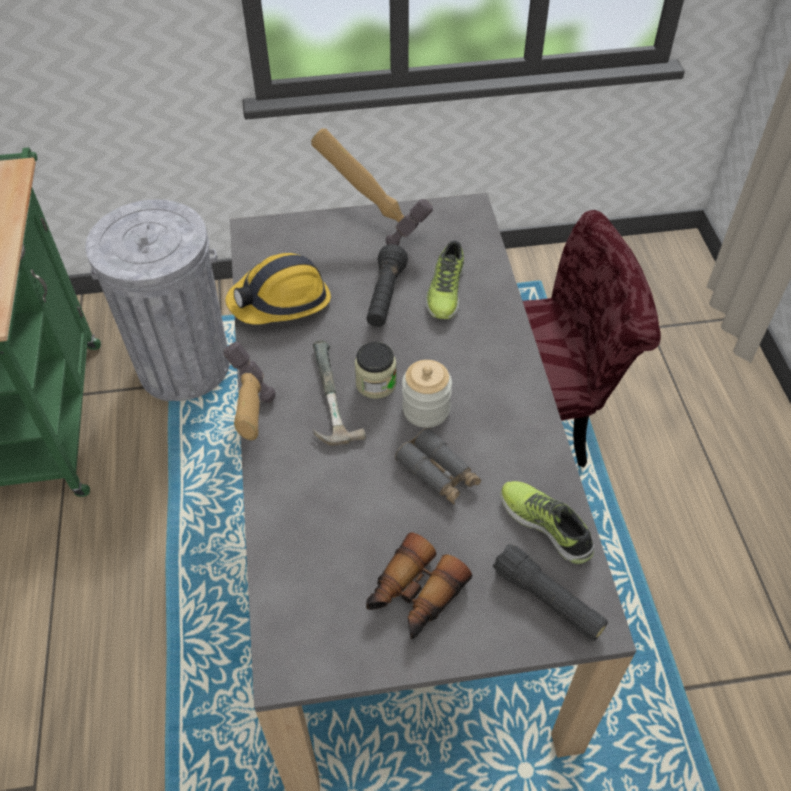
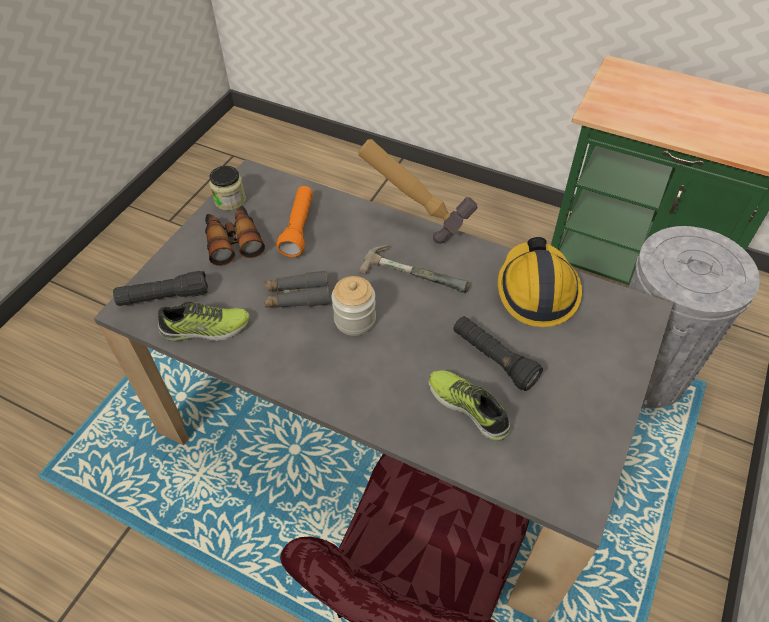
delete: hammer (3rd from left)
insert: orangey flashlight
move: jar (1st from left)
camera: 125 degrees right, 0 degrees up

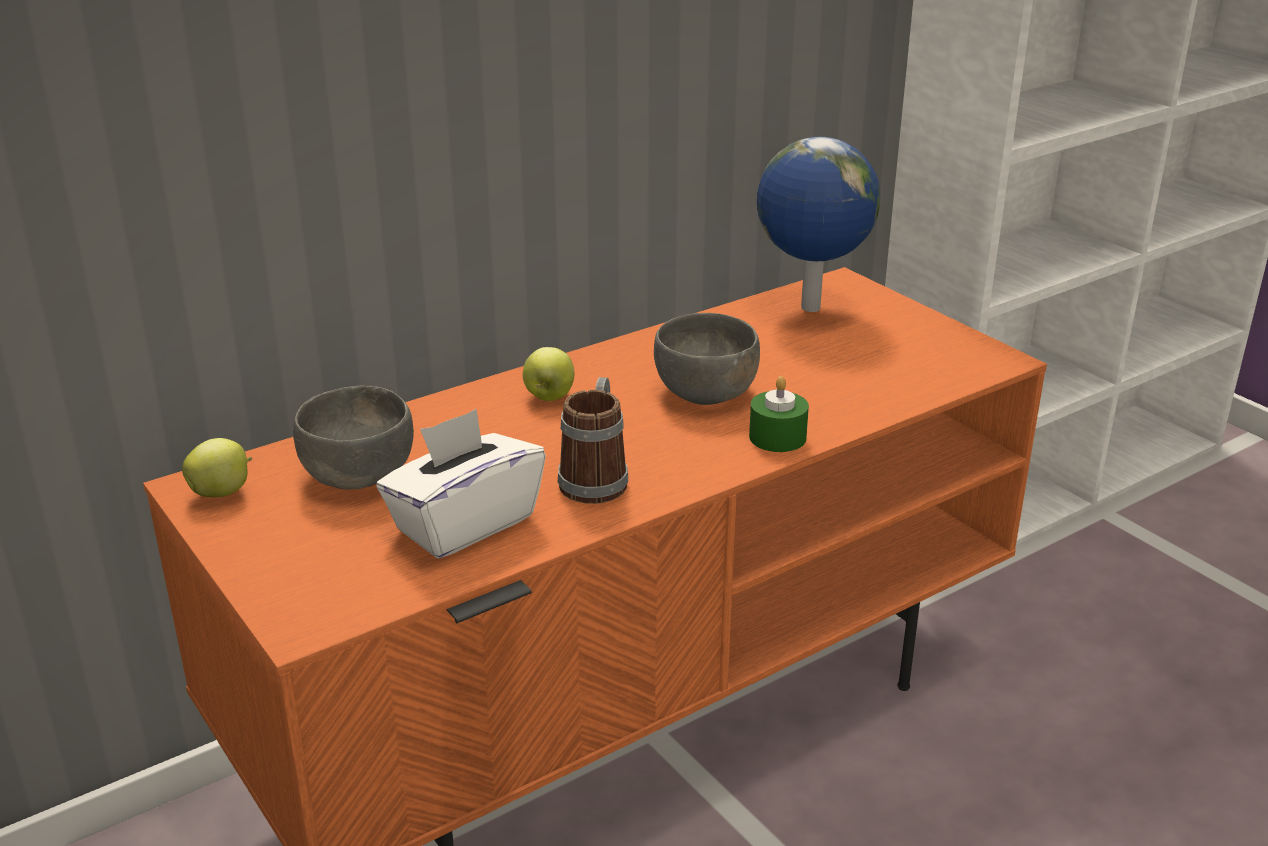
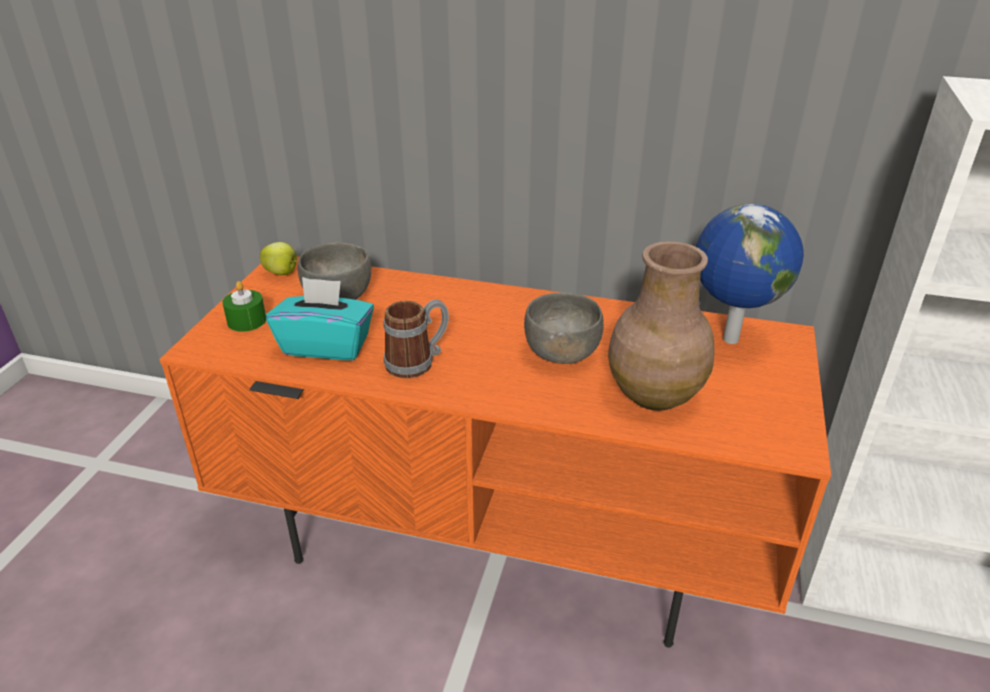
delete: apple (2nd from left)
insert: brown decorative vase
move: green wax candle
recolor: whitish tissue holder to blue-green tissue holder
camera: 50 degrees right, 5 degrees up

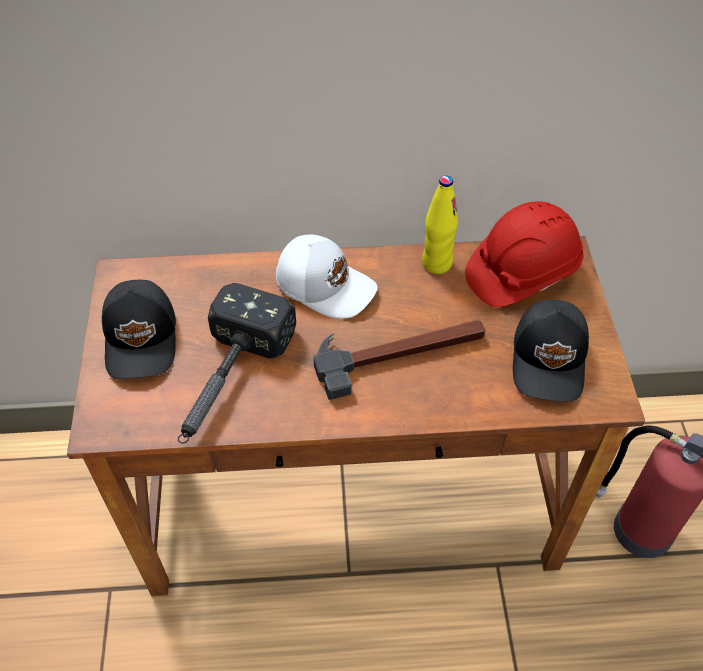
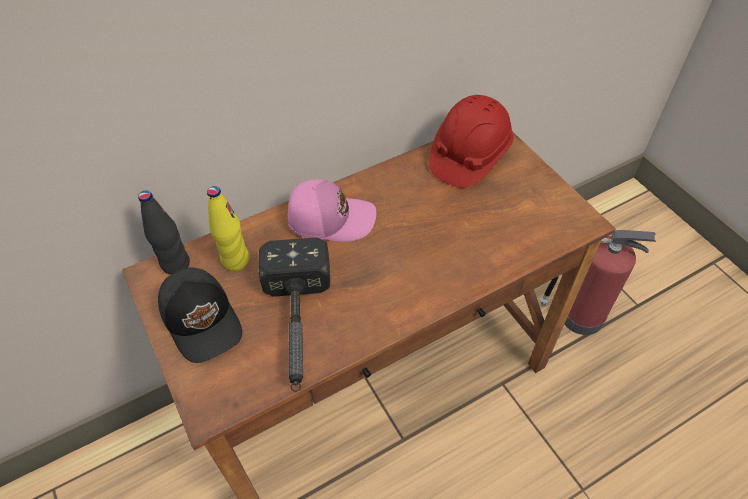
delete: hammer (2nd from left); black cap (2nd from left)
insert: black drink bottle
move: yellow drink bottle
recolor: whitish cap to pink cap
camera: 25 degrees left, 0 degrees up

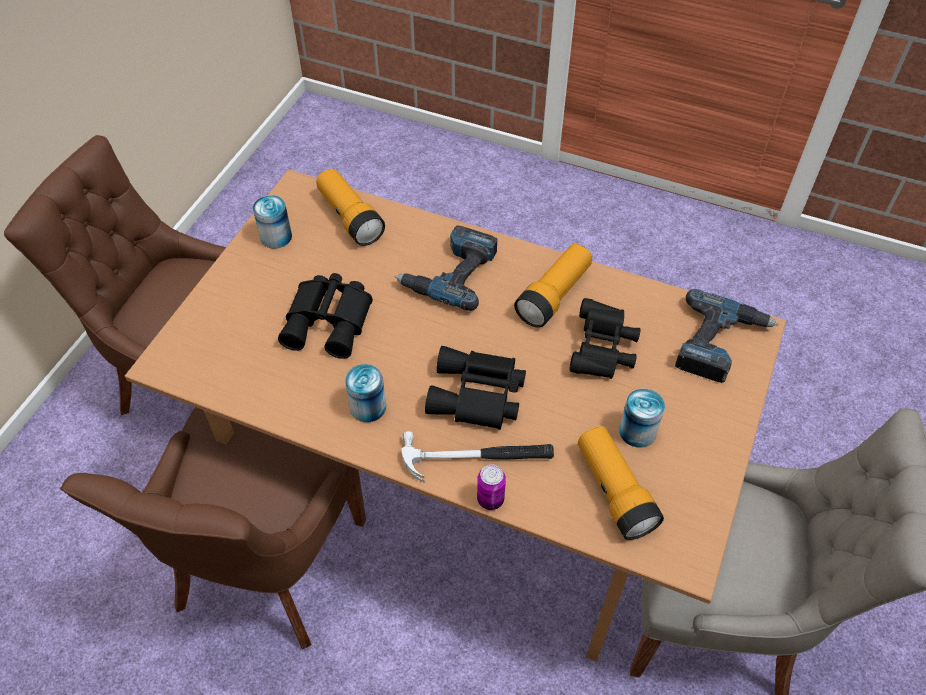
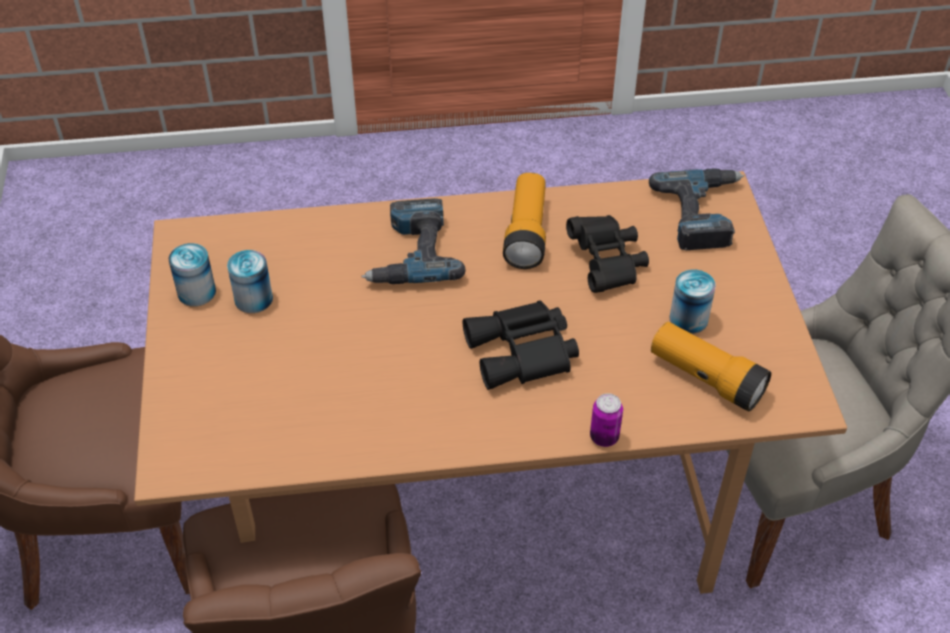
delete: black pair of binoculars (1st from left); flashlight (1st from left); hammer
move: sealed can (2nd from left)
camera: 30 degrees left, 5 degrees down

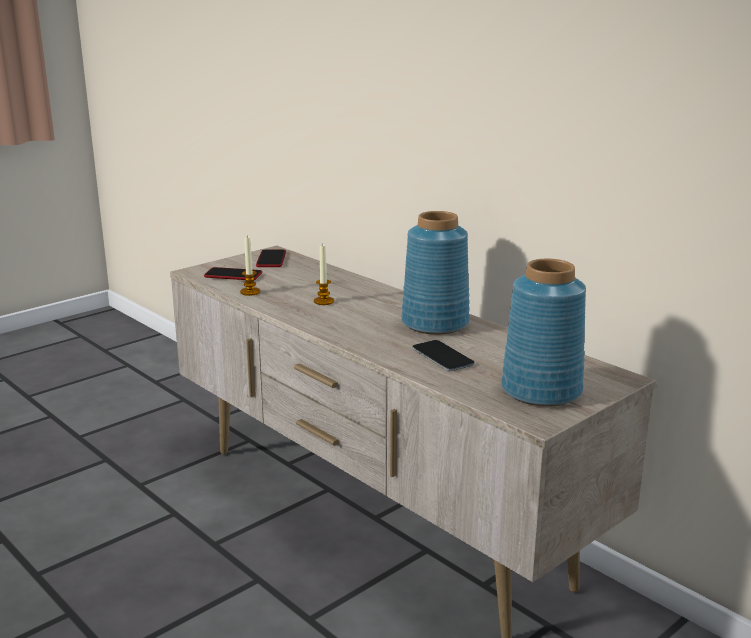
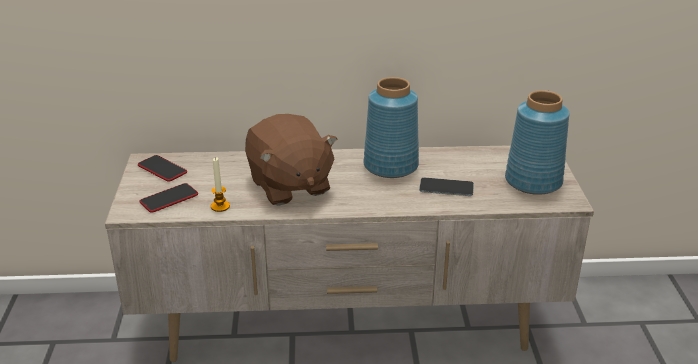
replace: wax candle (2nd from left) to brown plush toy
camera: 50 degrees left, 10 degrees up

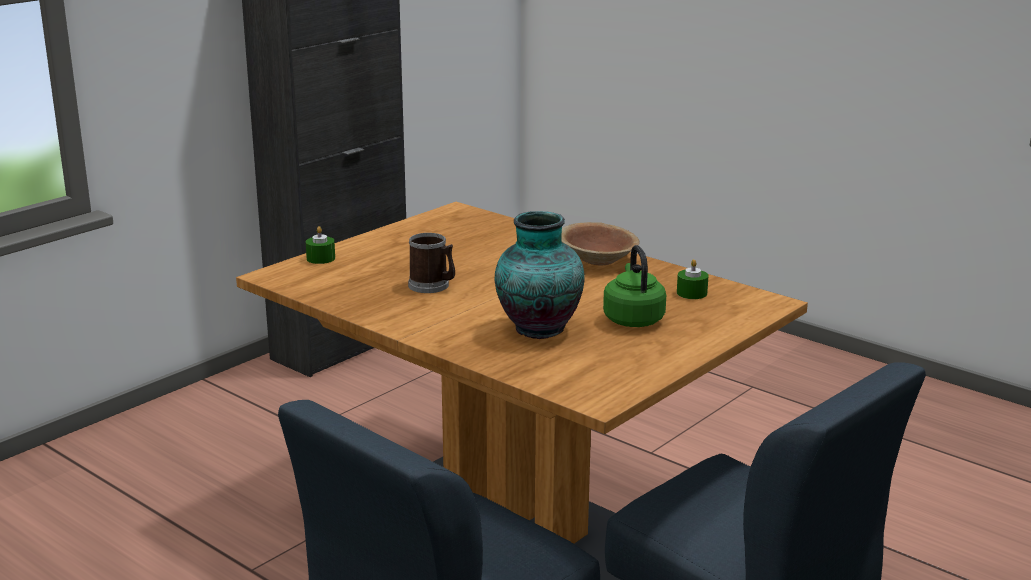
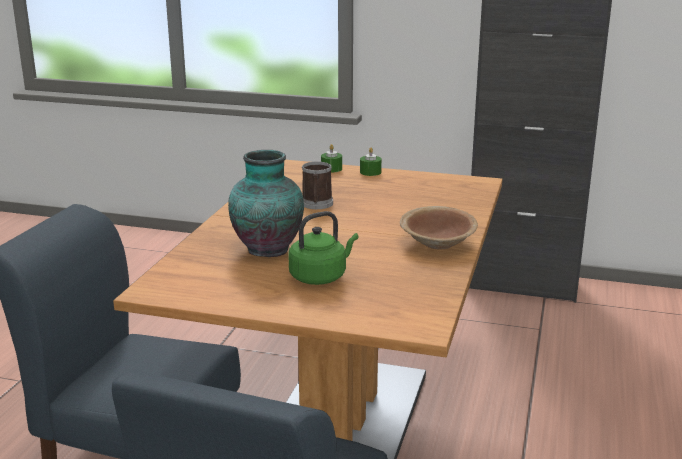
move: green wax candle (2nd from left)
camera: 65 degrees right, 0 degrees up

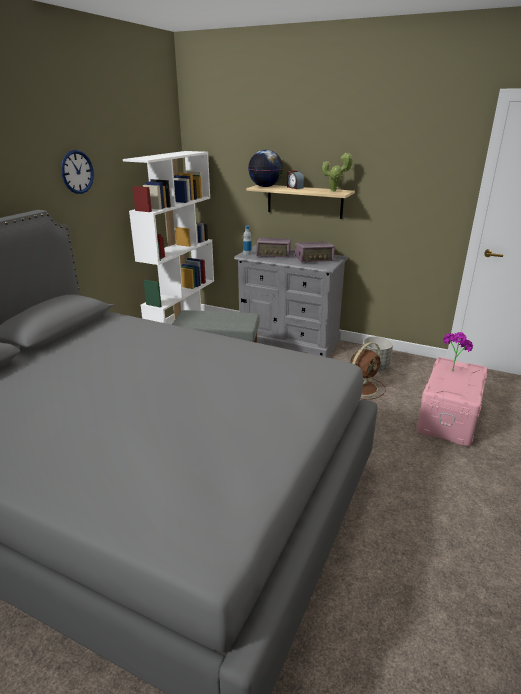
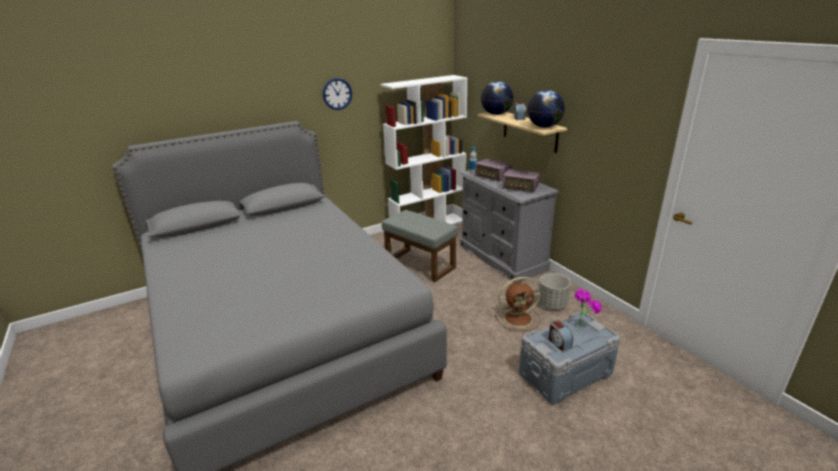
insert: alarm clock (2nd from left)
replace: potted plant (1st from left) to globe (2nd from left)
recolor: pink storage bin to greyish storage bin
camera: 35 degrees right, 0 degrees up

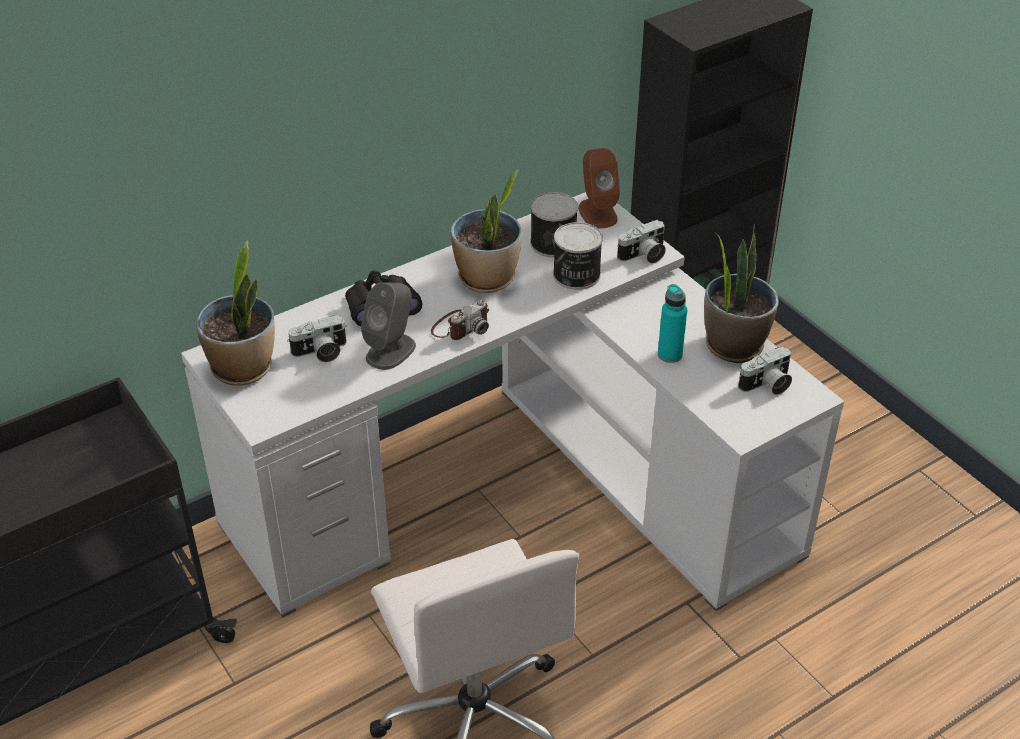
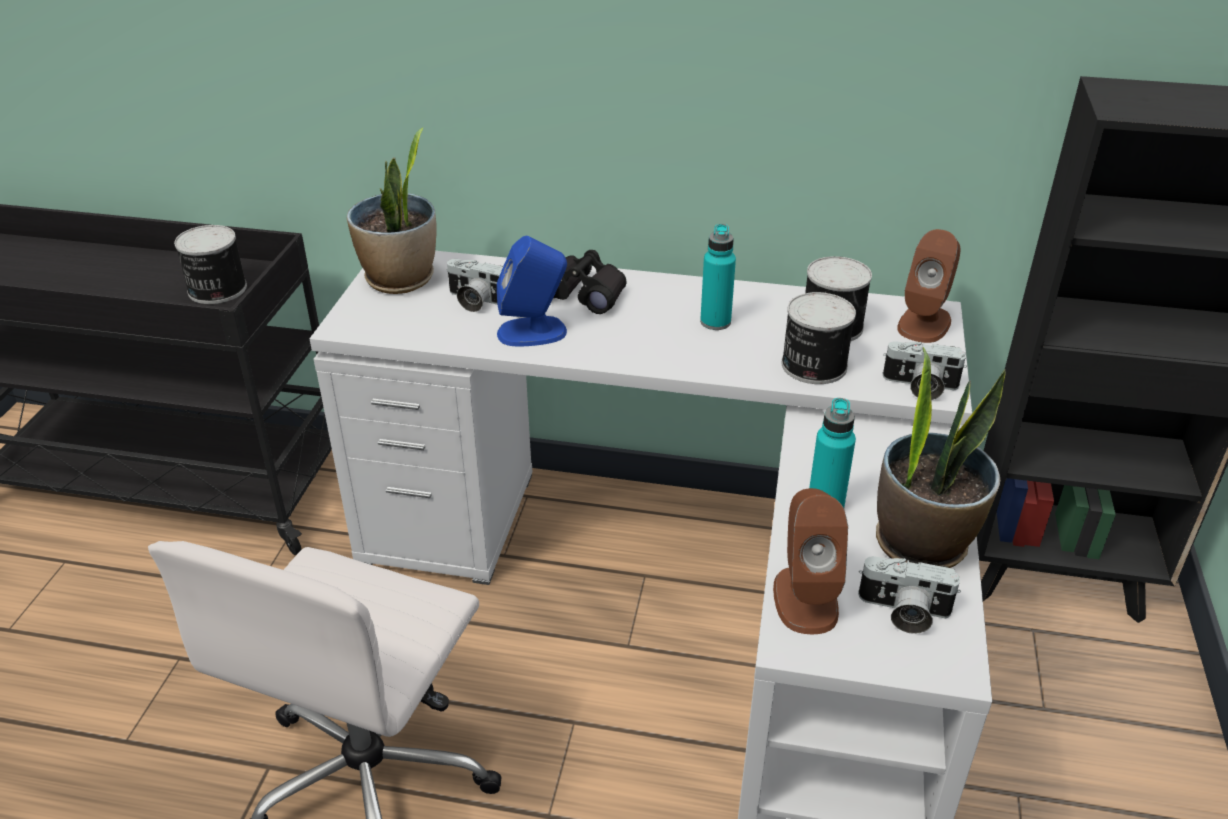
delete: still camera (2nd from left)
insert: sealed can (1st from left); brown loudspeaker (1st from left)
replace: potted plant (2nd from left) to blue-green drink bottle (1st from left)
recolor: greyish loudspeaker to blue-coloured loudspeaker
camera: 45 degrees right, 5 degrees down

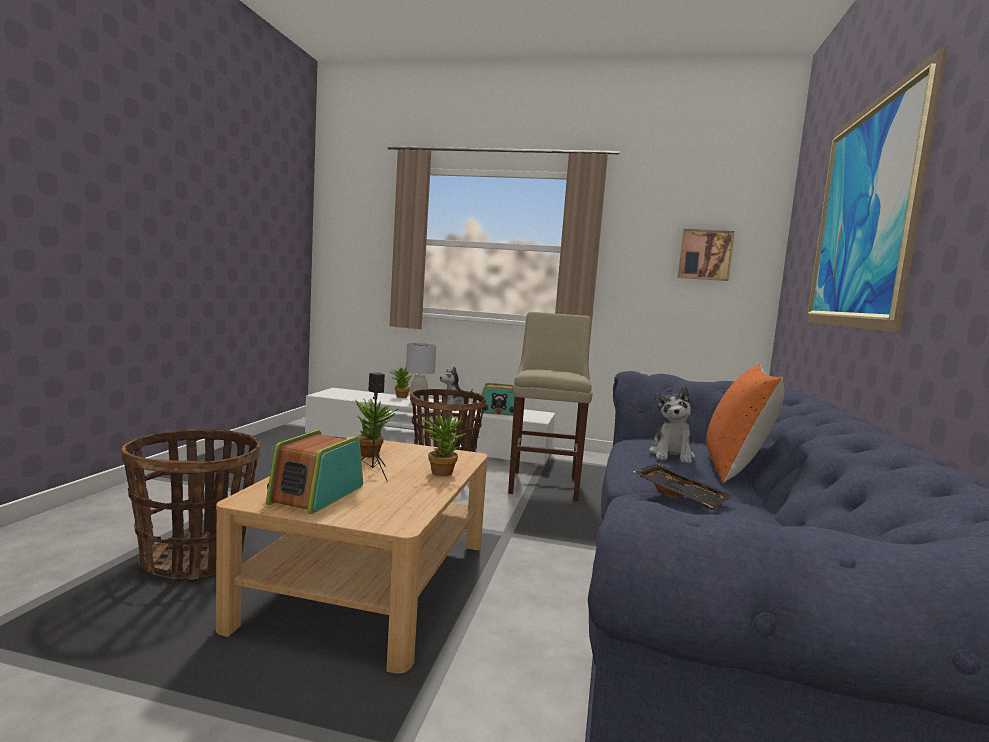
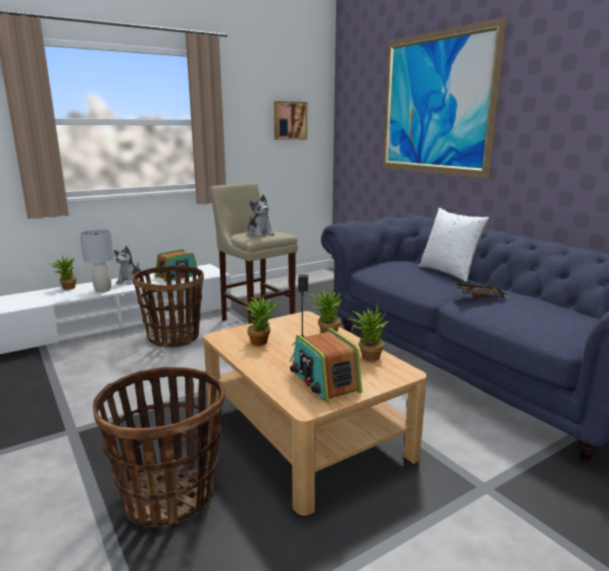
insert: potted plant (4th from left)
move: plush toy (2nd from left)
recolor: orangey cushion to whitish cushion
camera: 45 degrees left, 10 degrees up

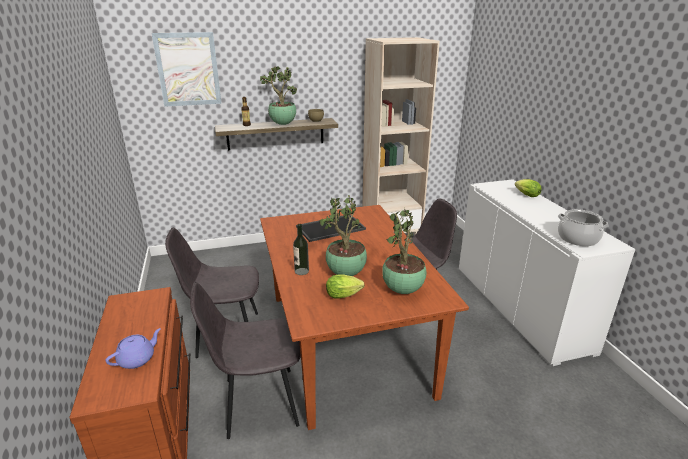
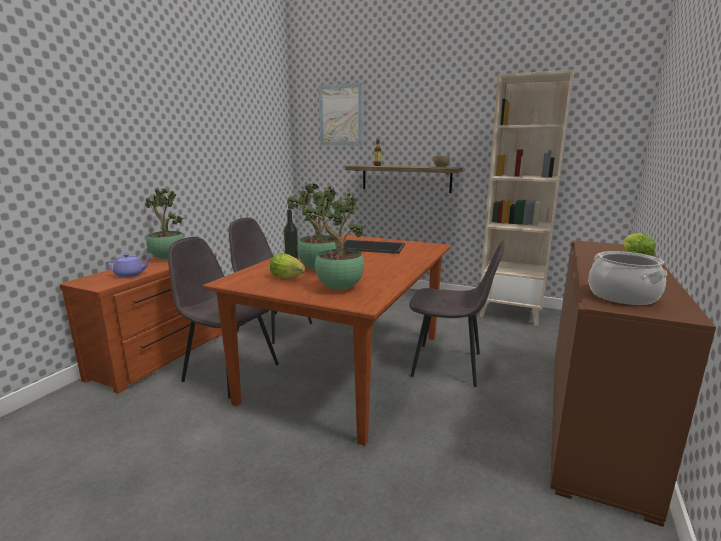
move: potted plant (1st from left)
recolor: whitish cupboard to brown cupboard
camera: 40 degrees right, 10 degrees down

